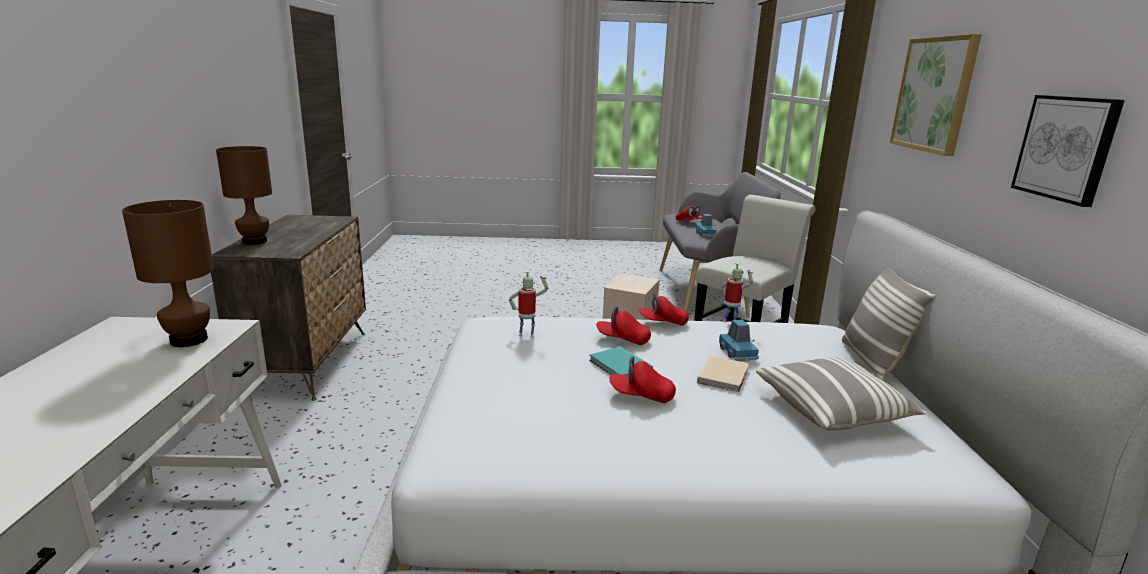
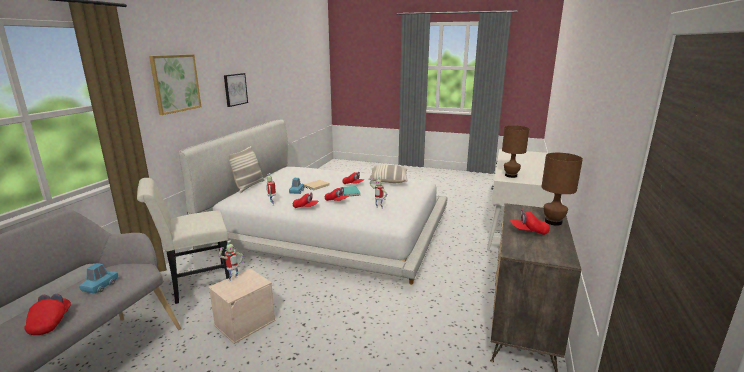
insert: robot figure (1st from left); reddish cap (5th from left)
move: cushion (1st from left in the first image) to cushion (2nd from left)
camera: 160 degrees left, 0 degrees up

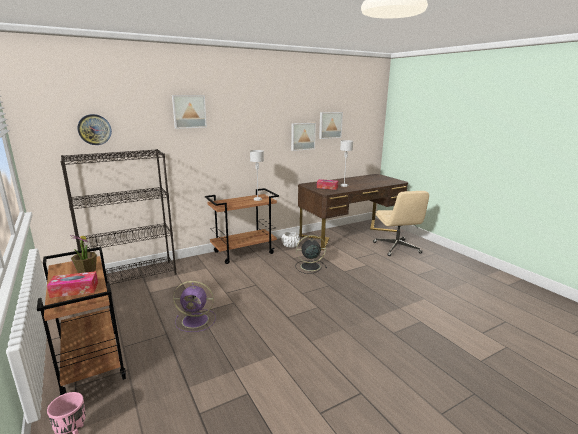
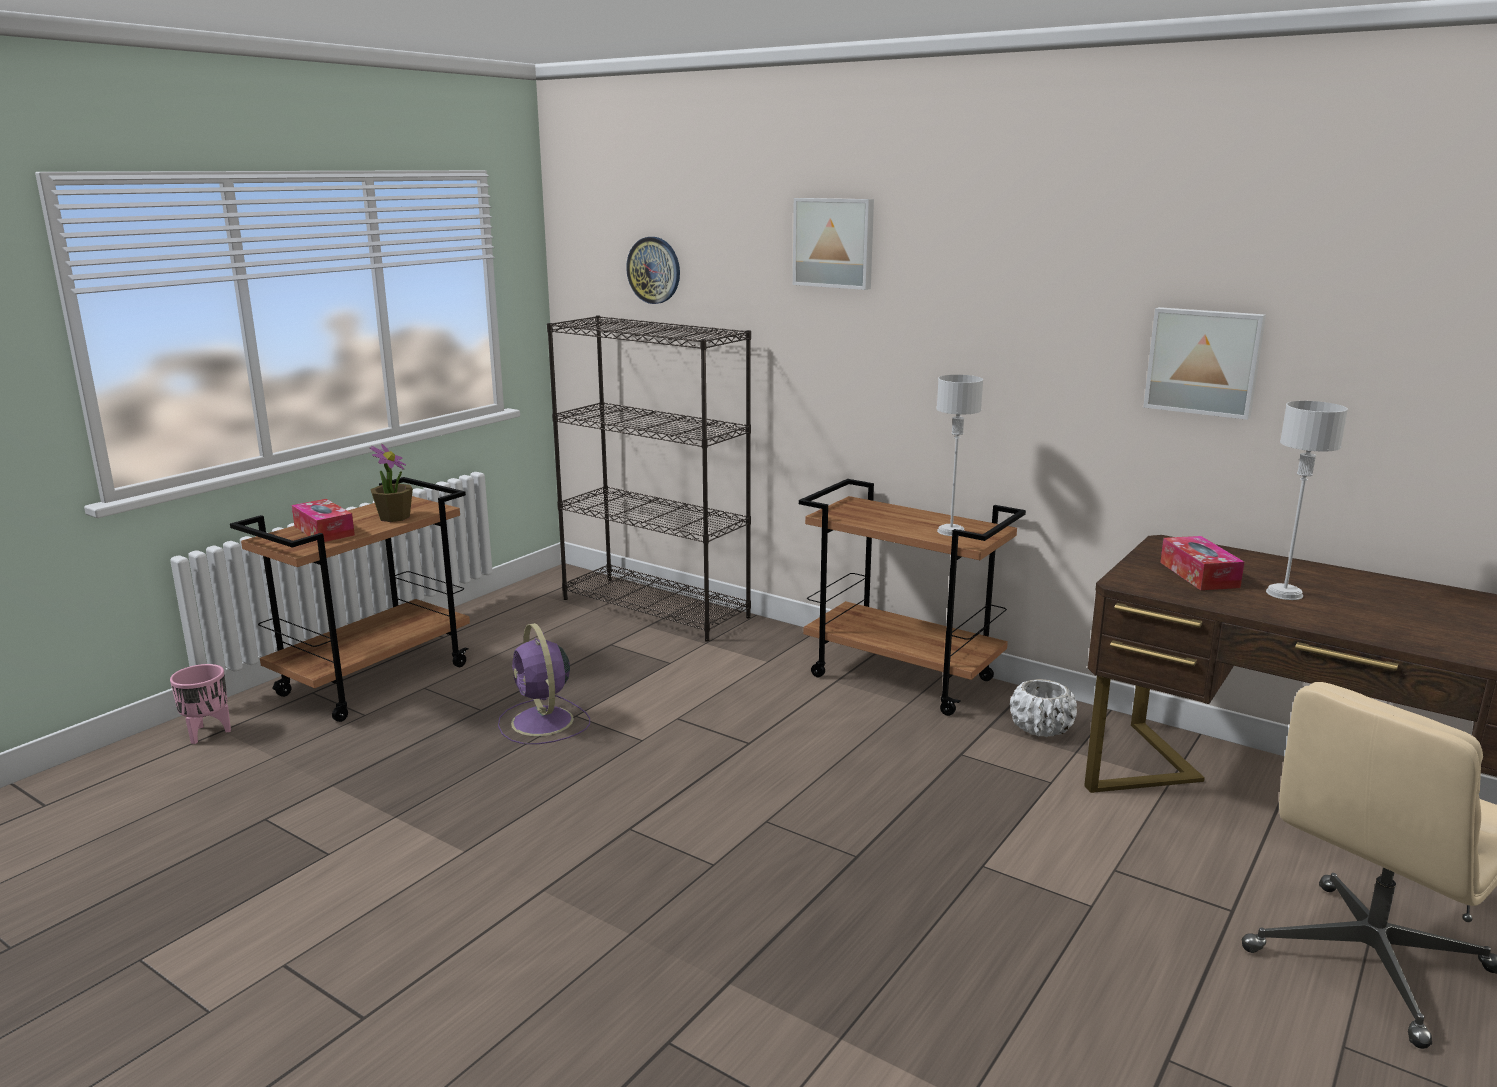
delete: black fan; wall art (3rd from left)
camera: 65 degrees right, 0 degrees up

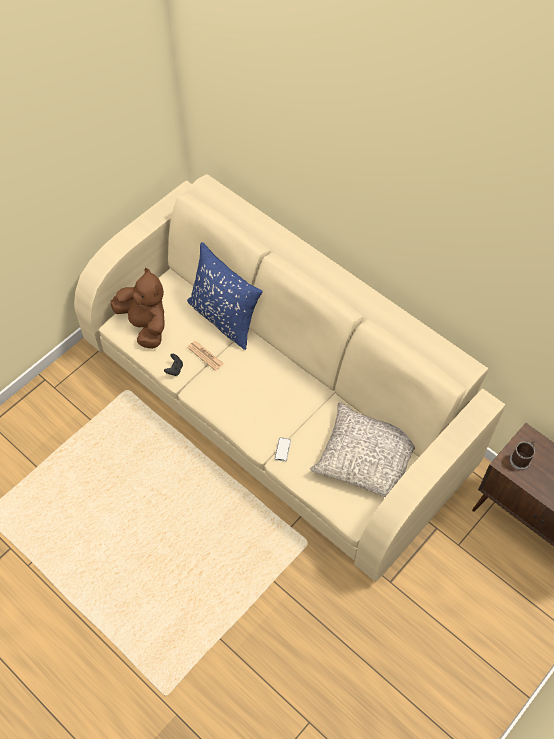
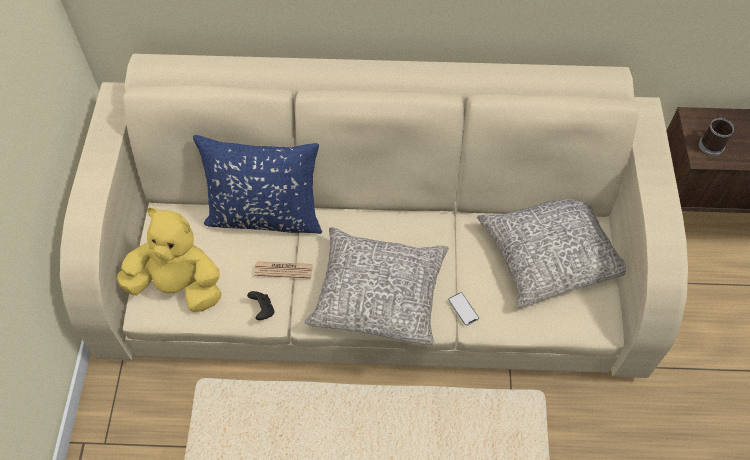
insert: greyish cushion (1st from left)
recolor: brown plush toy to yellow plush toy
camera: 40 degrees left, 0 degrees up

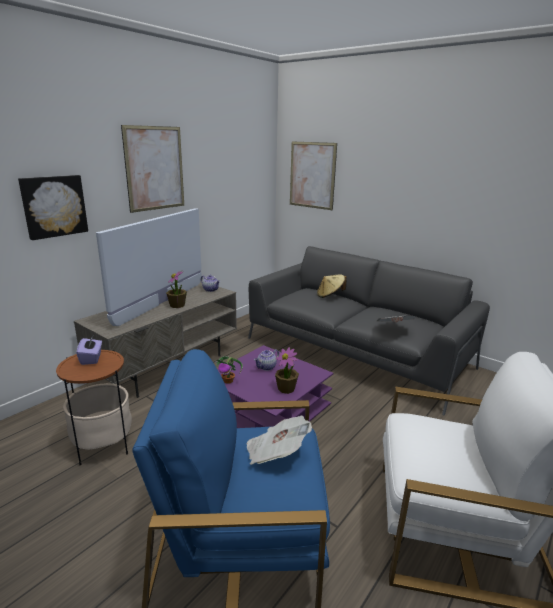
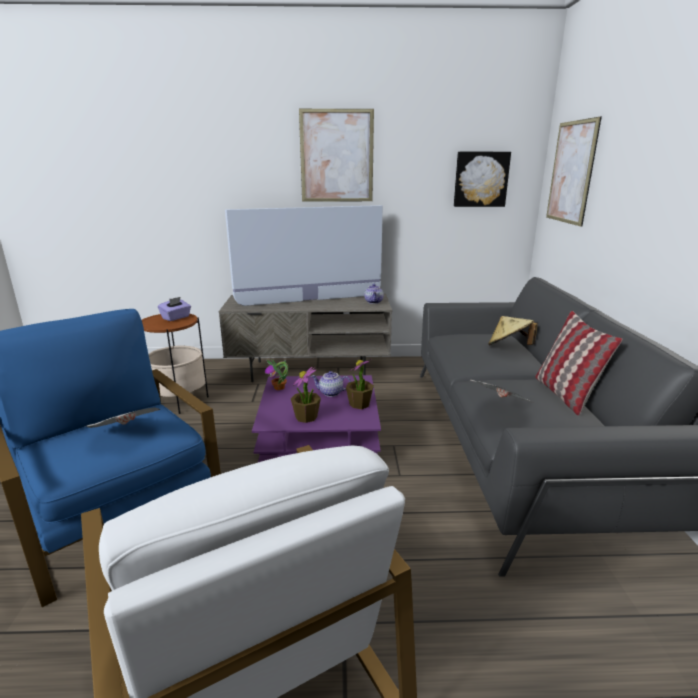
insert: cushion
move: wall art (1st from left in the first image) to wall art (2nd from left); potted plant (1st from left in the first image) to potted plant (3rd from left)
camera: 50 degrees right, 0 degrees up

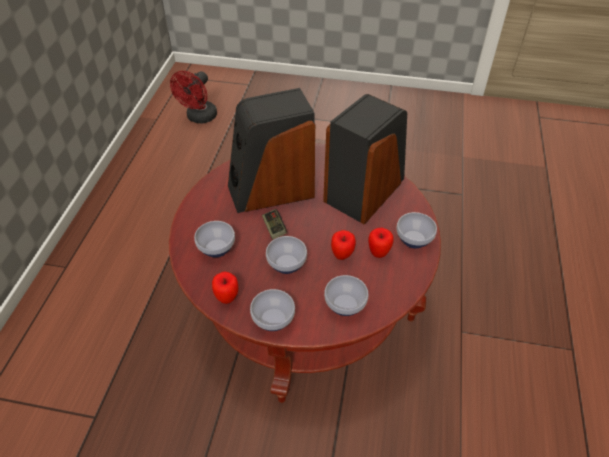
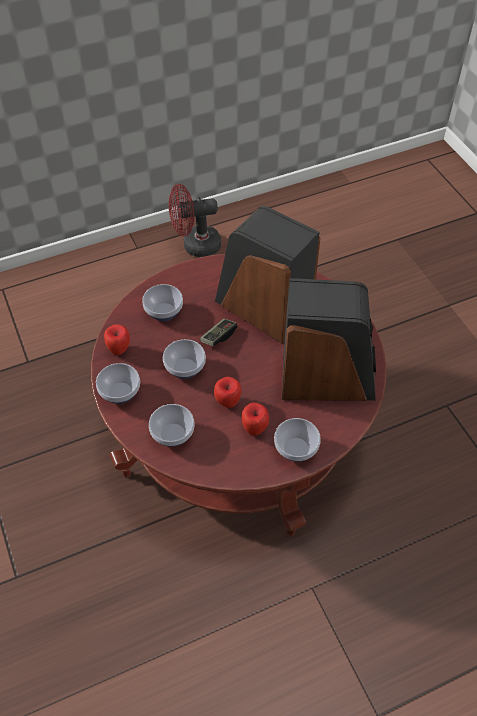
move: reddish fan
camera: 55 degrees right, 5 degrees up

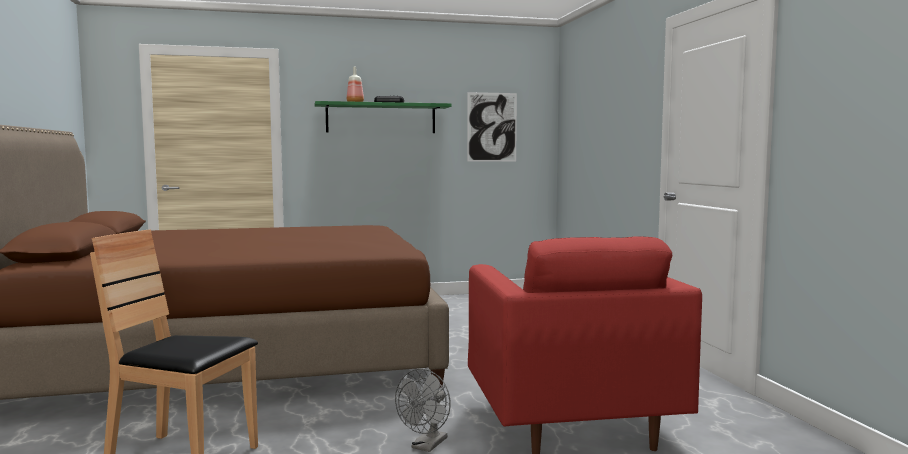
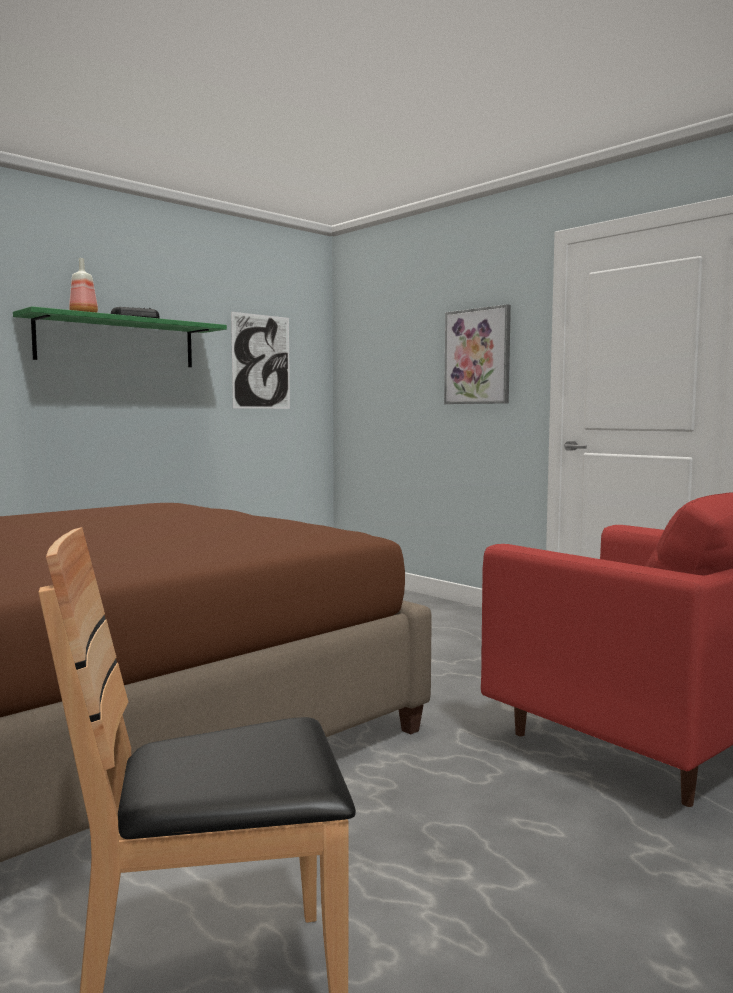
delete: greyish fan
insert: wall art (2nd from left)
camera: 30 degrees left, 0 degrees up

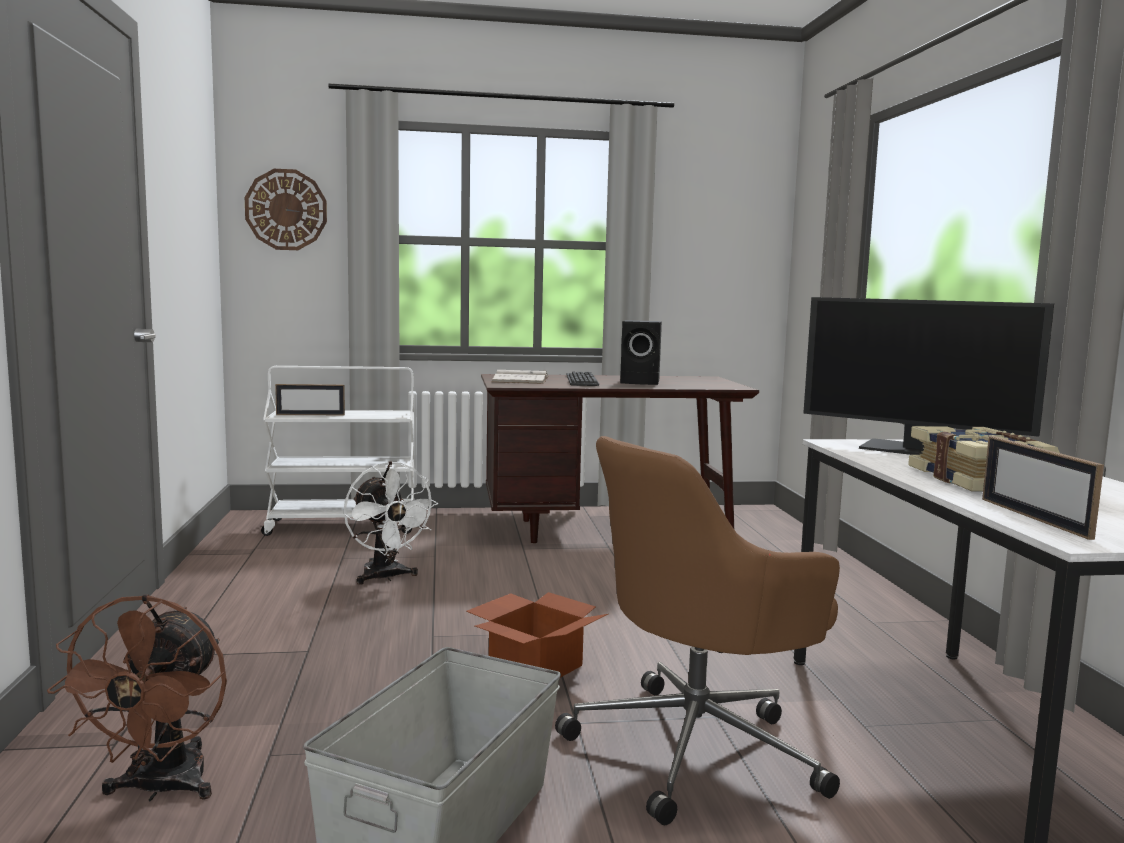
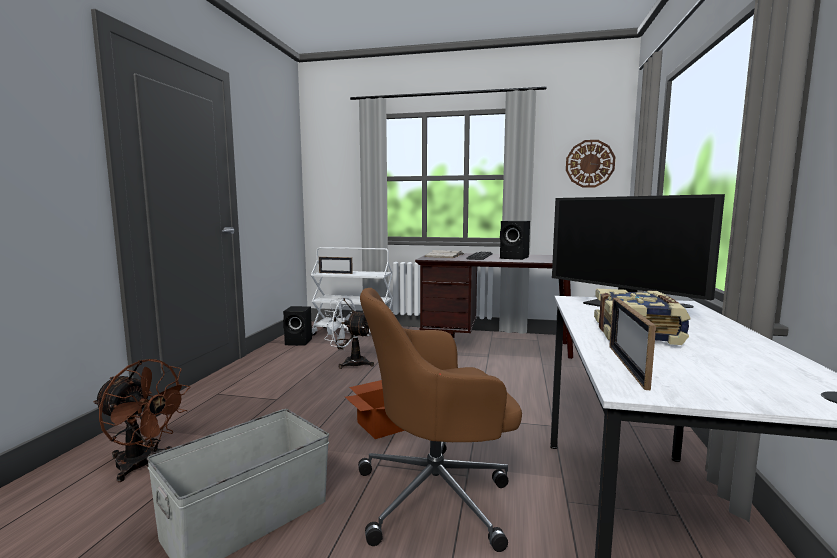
insert: black loudspeaker (1st from left)
move: hanging clock
rotate: brown fan 90 degrees counterclockwise; whitish fan 120 degrees clockwise
camera: 20 degrees right, 0 degrees up

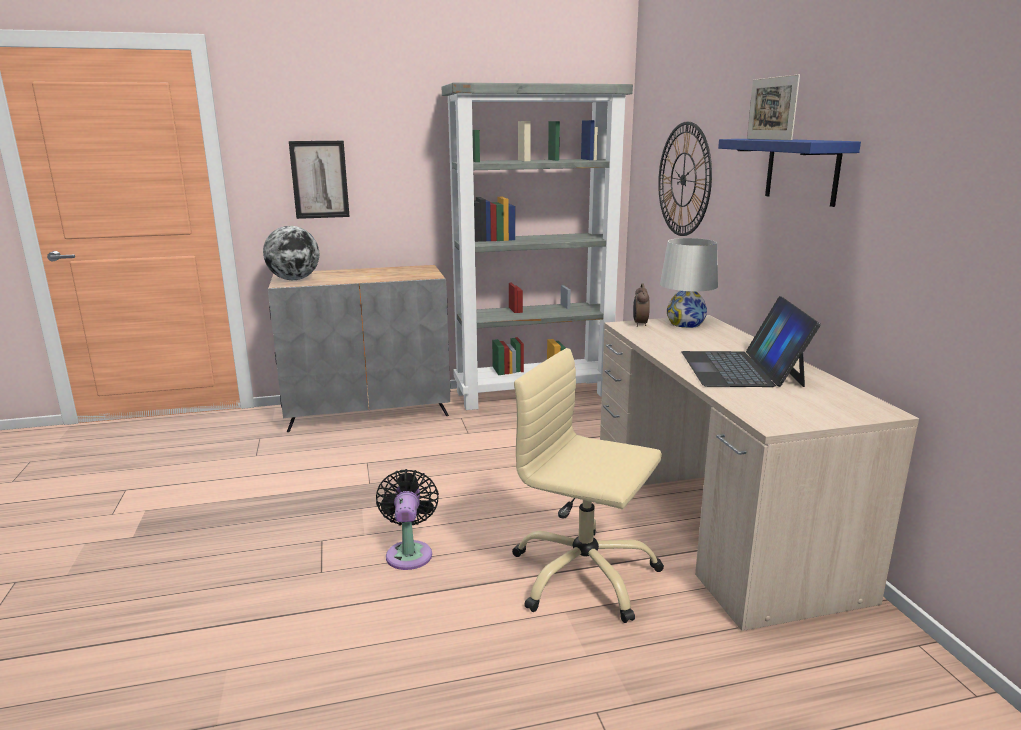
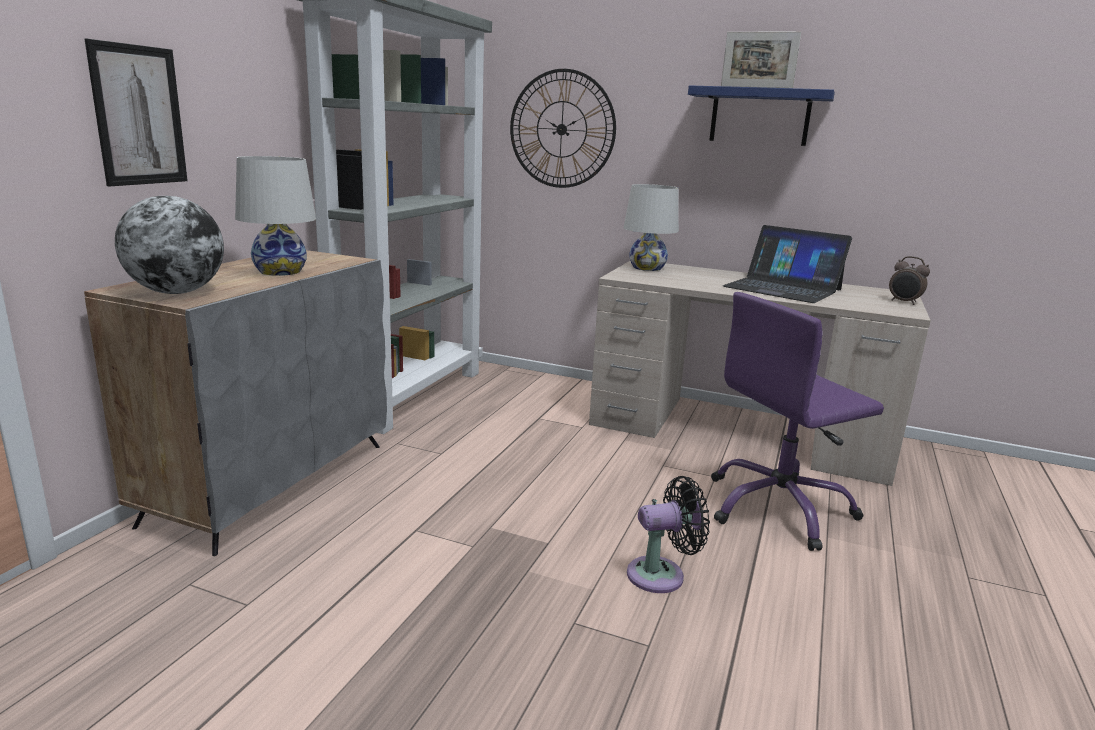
insert: whitish lamp for a table (1st from left)
move: alarm clock
recolor: sand-coloured desk chair to purple desk chair
rotate: black fan 135 degrees clockwise
camera: 55 degrees left, 0 degrees up

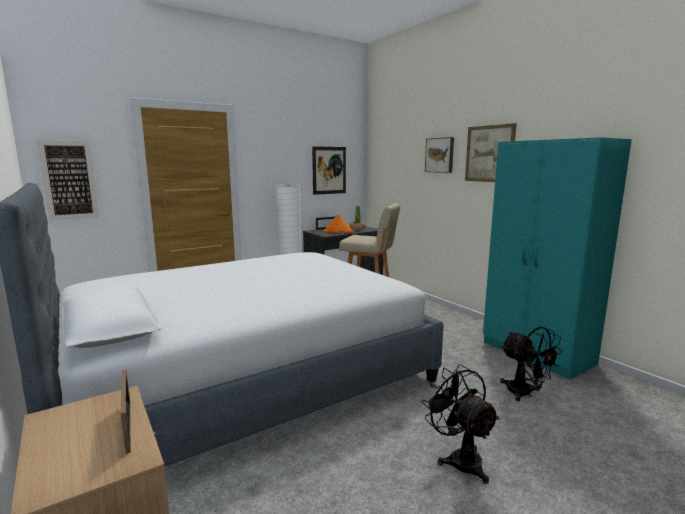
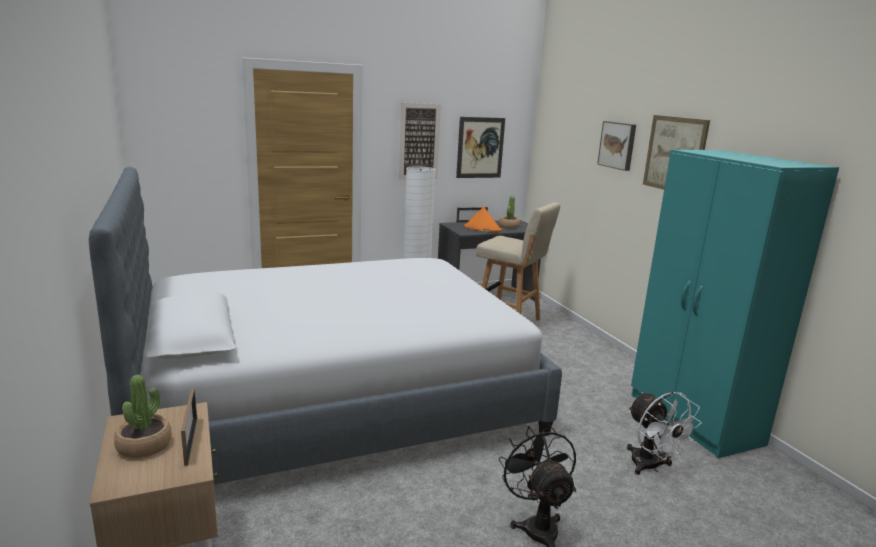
insert: potted plant (1st from left)
move: wall art (1st from left)
recolor: black fan (2nd from left) to whitish fan
camera: 10 degrees right, 5 degrees up

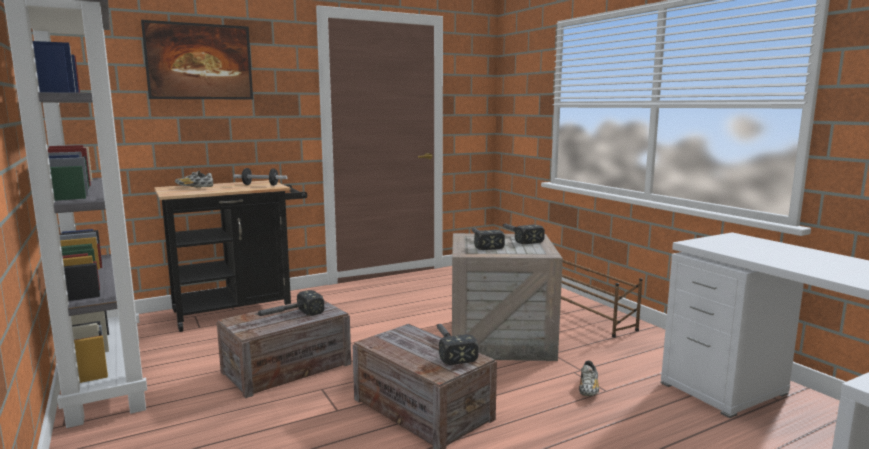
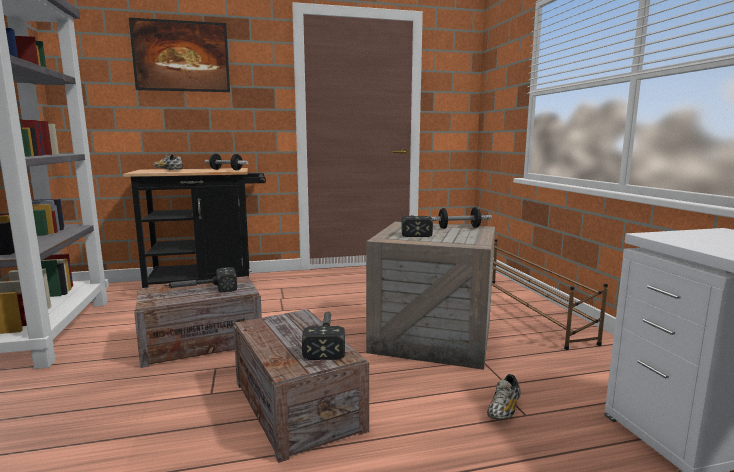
replace: hammer (4th from left) to dumbbell (2nd from left)
camera: 15 degrees right, 0 degrees up

